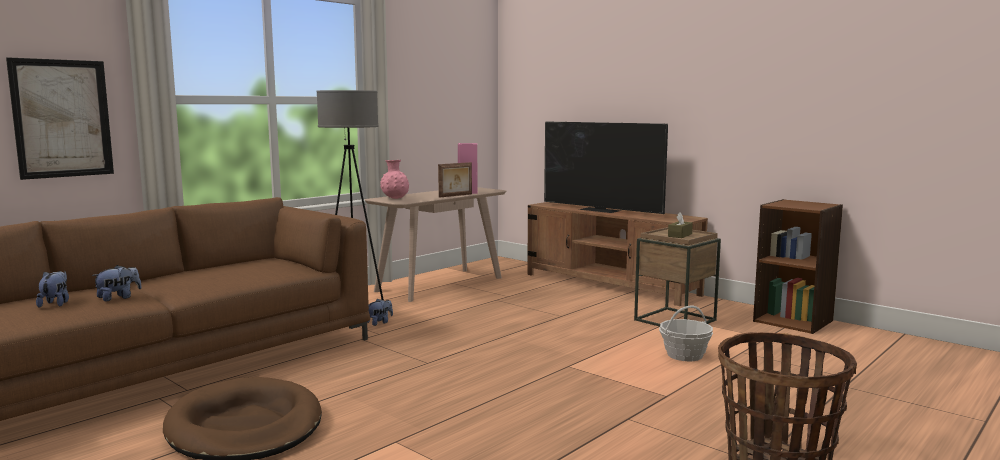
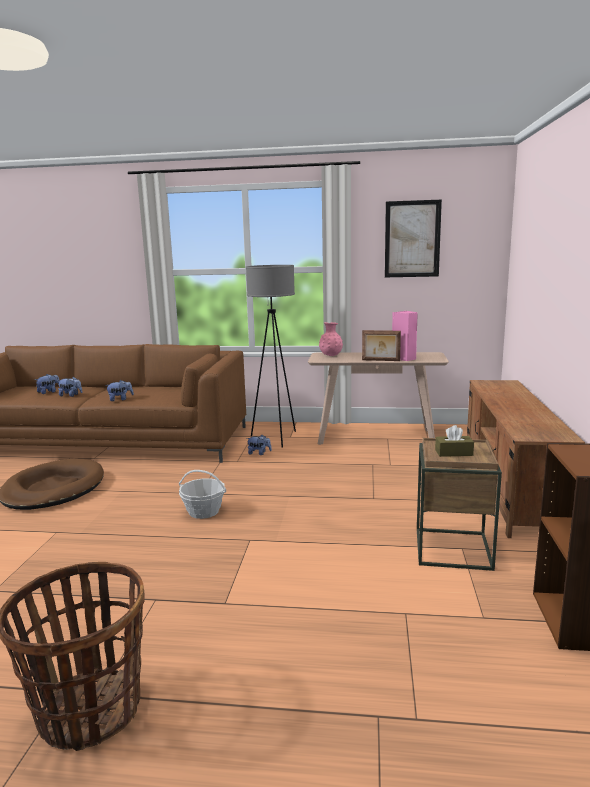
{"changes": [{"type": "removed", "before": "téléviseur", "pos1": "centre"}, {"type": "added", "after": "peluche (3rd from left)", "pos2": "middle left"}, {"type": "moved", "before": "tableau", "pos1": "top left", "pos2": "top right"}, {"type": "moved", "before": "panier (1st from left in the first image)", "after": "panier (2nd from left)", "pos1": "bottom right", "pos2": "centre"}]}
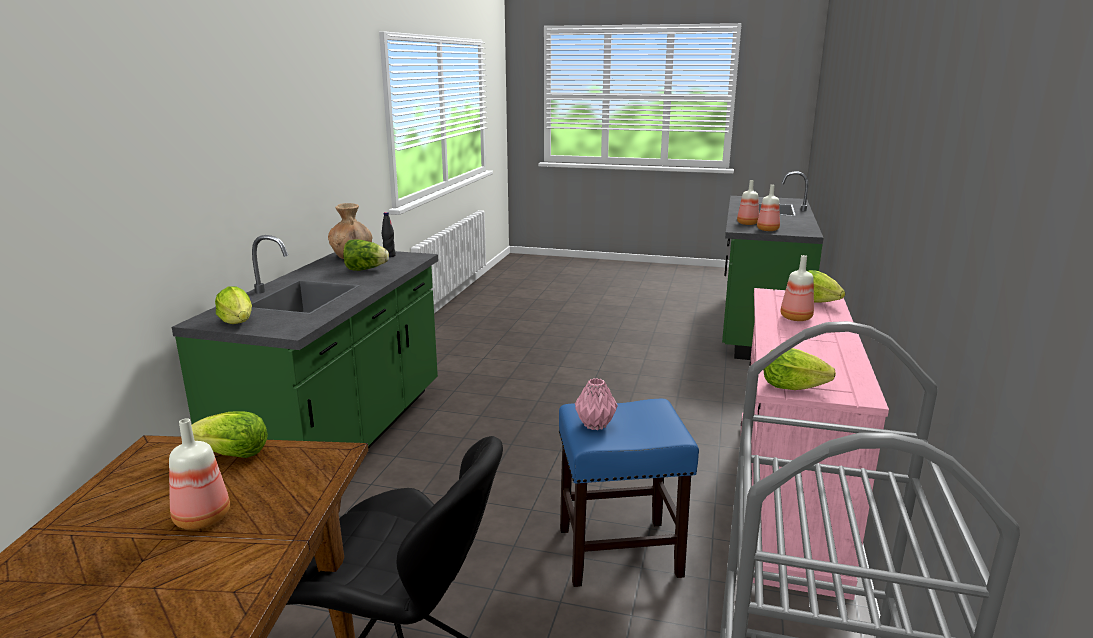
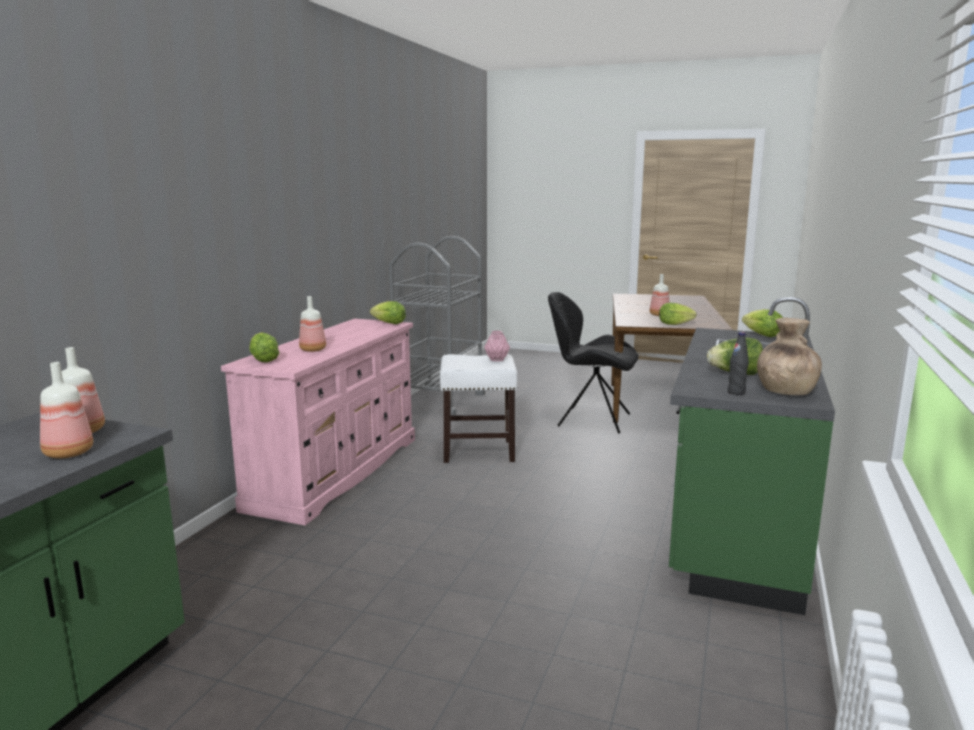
{"changes": [{"type": "recoloured", "before": "tabouret (bleu)", "after": "tabouret (blanc)", "pos1": "bottom centre", "pos2": "centre"}]}
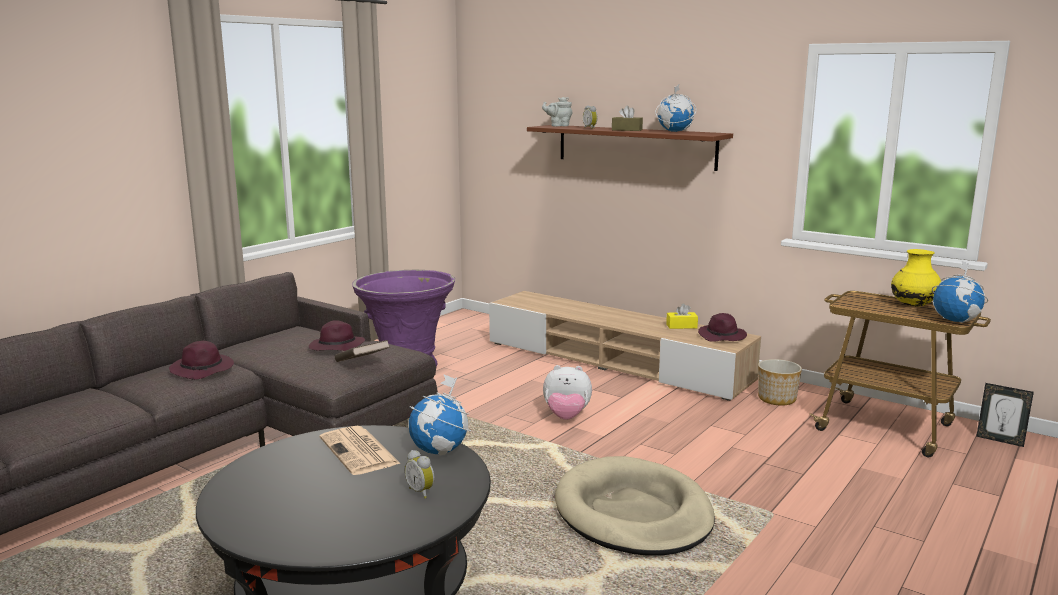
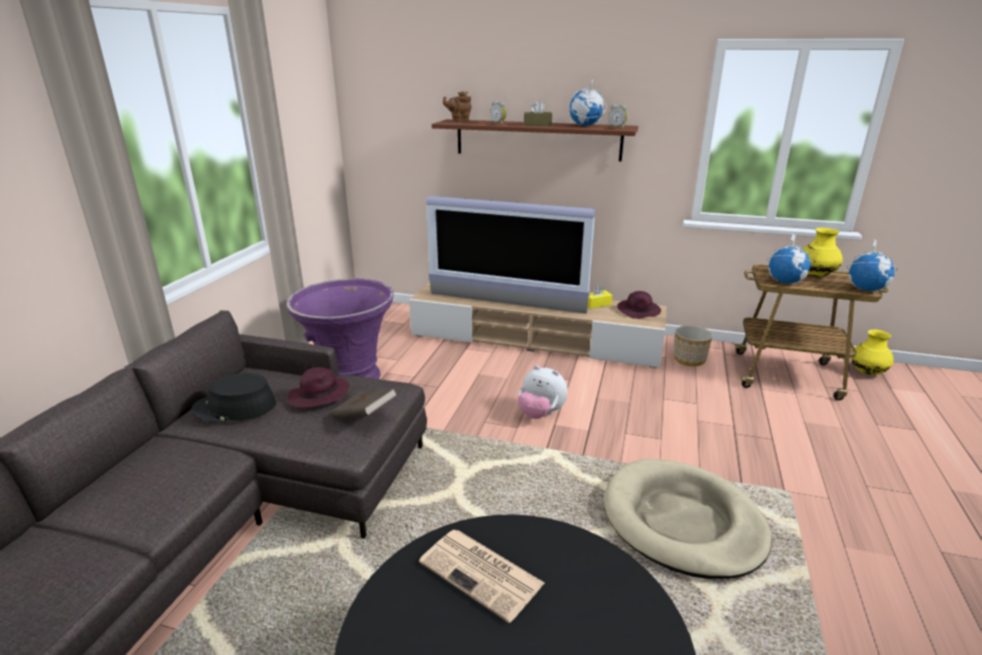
{"changes": [{"type": "removed", "before": "chapeau (violet) (1st from left)", "pos1": "middle left"}, {"type": "added", "after": "chapeau (noir)", "pos2": "middle left"}, {"type": "added", "after": "téléviseur", "pos2": "centre"}, {"type": "moved", "before": "réveil (1st from left in the first image)", "after": "réveil (2nd from left)", "pos1": "bottom centre", "pos2": "top centre"}, {"type": "moved", "before": "globe (1st from left in the first image)", "after": "globe (2nd from left)", "pos1": "bottom centre", "pos2": "middle right"}, {"type": "replaced", "before": "cadre photo", "after": "vase (jaune) (2nd from left)", "pos1": "bottom right", "pos2": "middle right"}, {"type": "recoloured", "before": "théière (gris)", "after": "théière (marron)", "pos1": "top centre", "pos2": "top centre"}, {"type": "turned", "before": "peluche", "pos1": "centre", "pos2": "centre", "turn": 45}]}
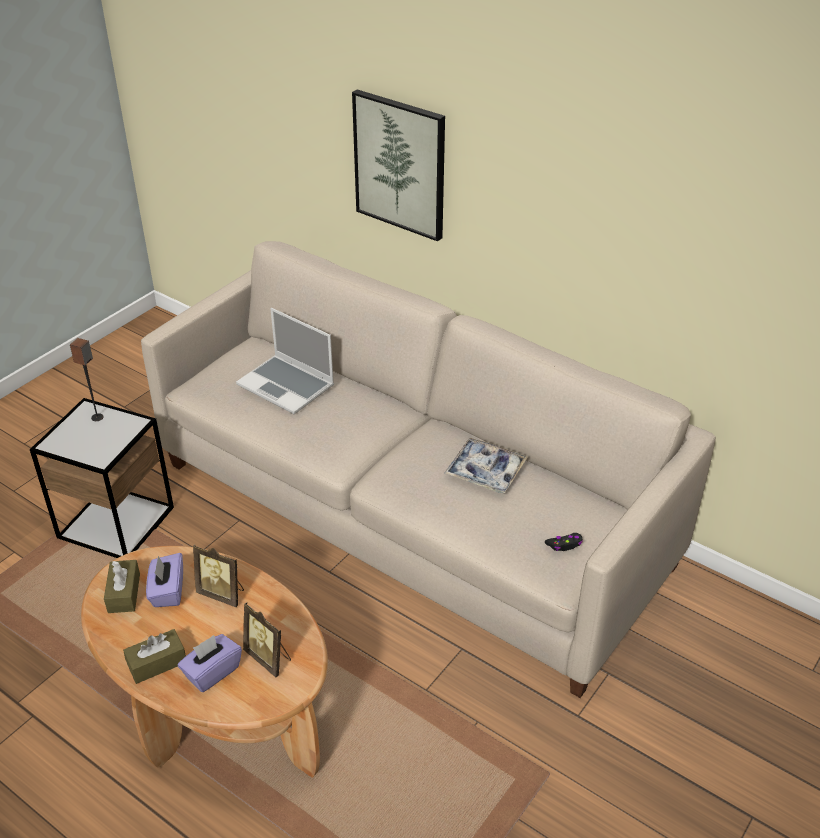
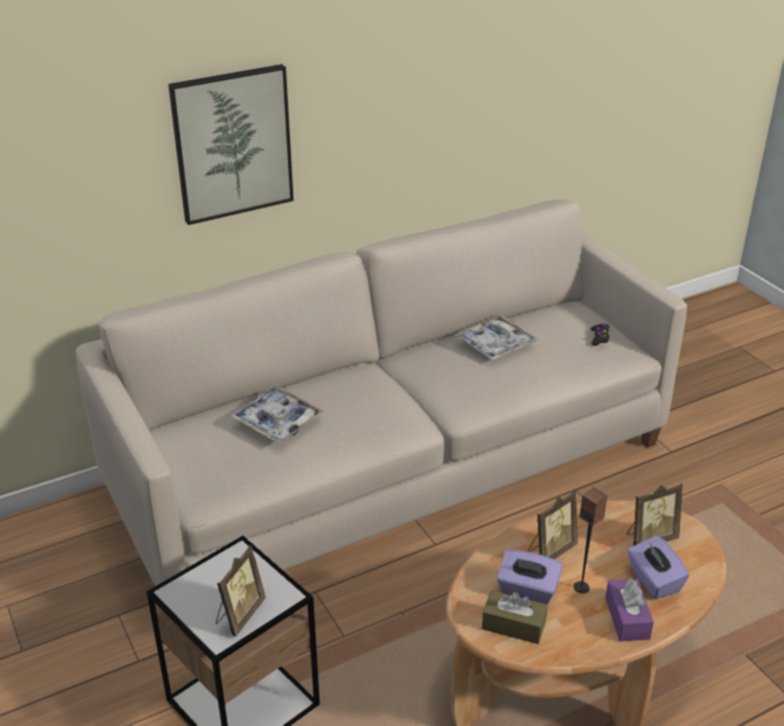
{"changes": [{"type": "added", "after": "cadre photo (1st from left)", "pos2": "bottom left"}, {"type": "moved", "before": "enceinte", "pos1": "middle left", "pos2": "bottom right"}, {"type": "replaced", "before": "ordinateur portable", "after": "plateau (1st from left)", "pos1": "centre", "pos2": "centre"}, {"type": "recoloured", "before": "boîte à mouchoirs (marron) (2nd from left)", "after": "boîte à mouchoirs (violet) (2nd from left)", "pos1": "bottom left", "pos2": "bottom right"}]}
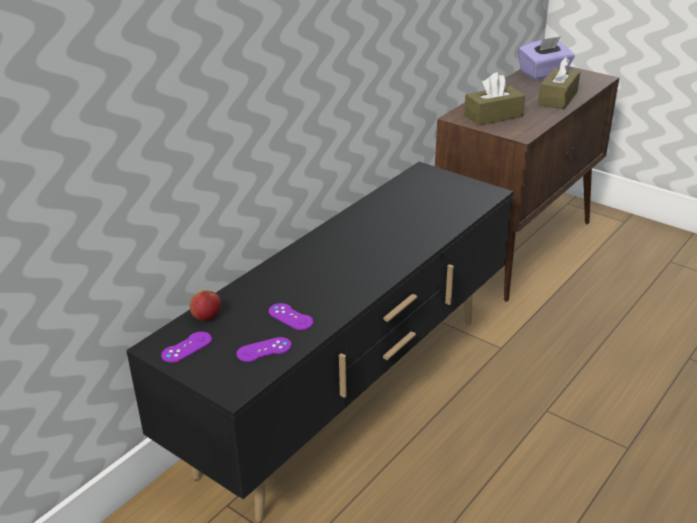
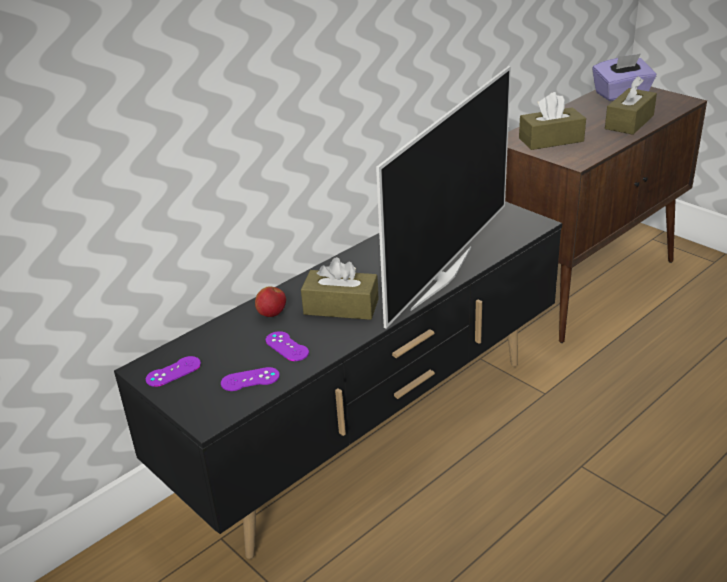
{"changes": [{"type": "added", "after": "boîte à mouchoirs (marron) (1st from left)", "pos2": "centre"}, {"type": "added", "after": "téléviseur", "pos2": "centre"}, {"type": "moved", "before": "pomme", "pos1": "middle left", "pos2": "centre"}]}
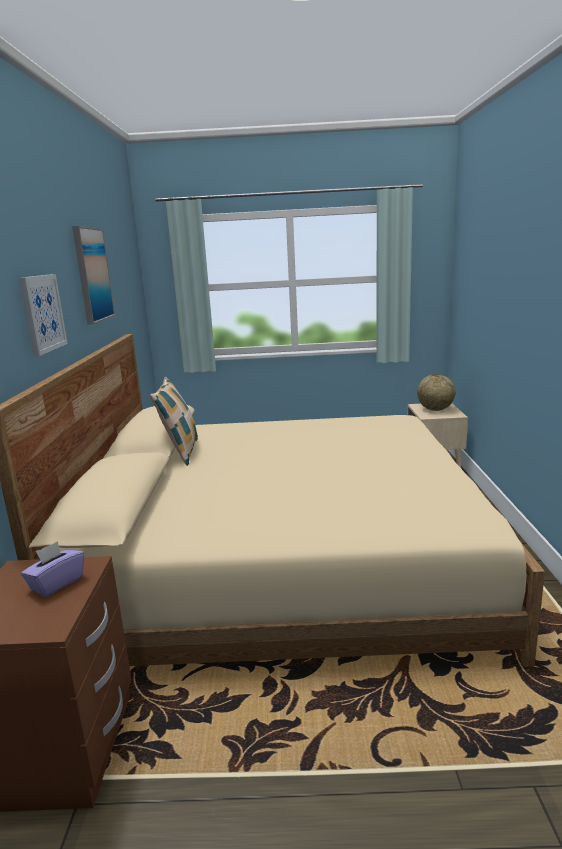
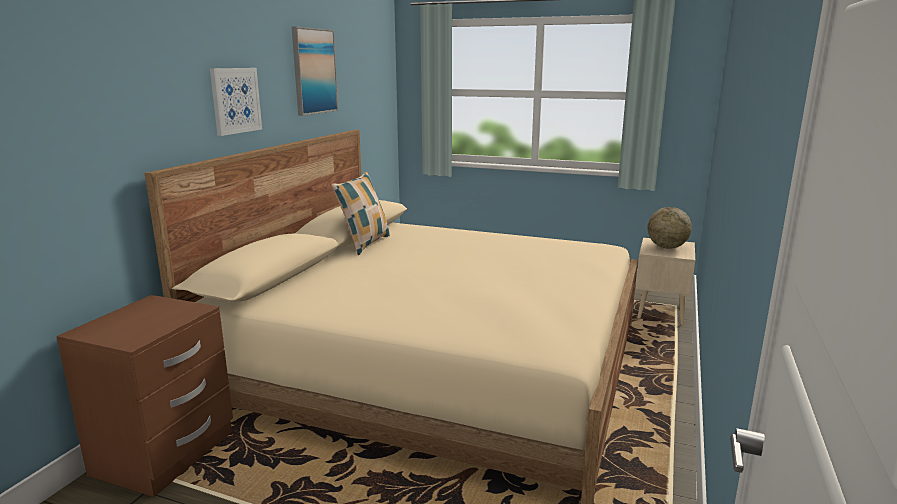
{"changes": [{"type": "removed", "before": "boîte à mouchoirs (violet)", "pos1": "bottom left"}]}
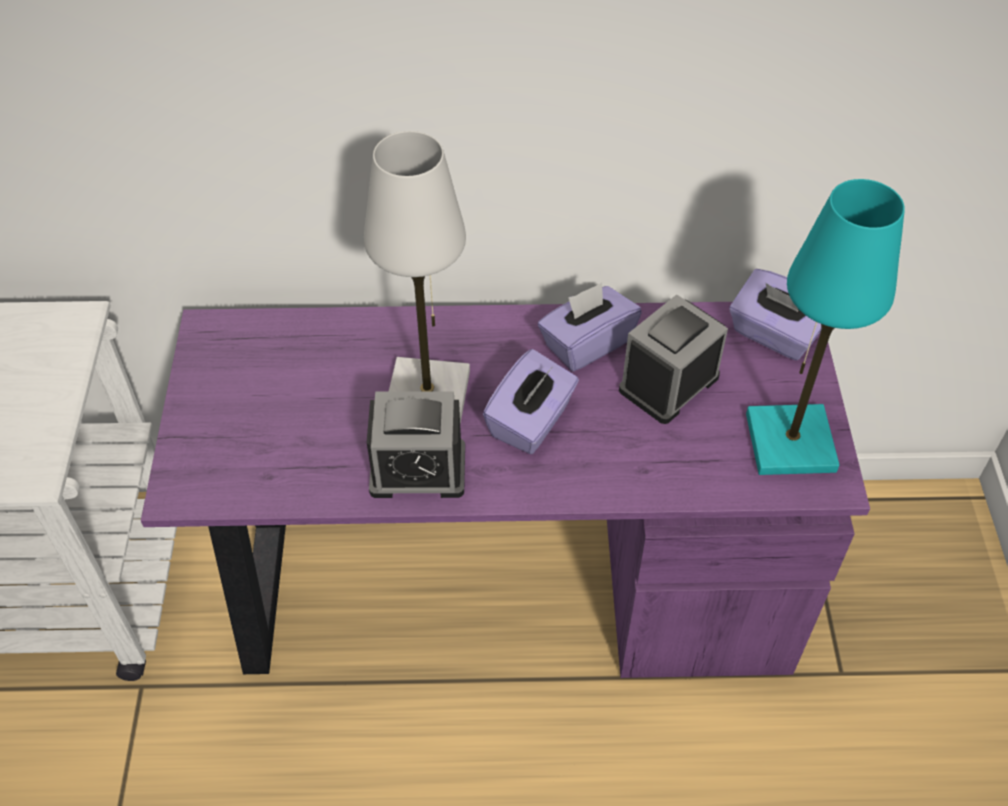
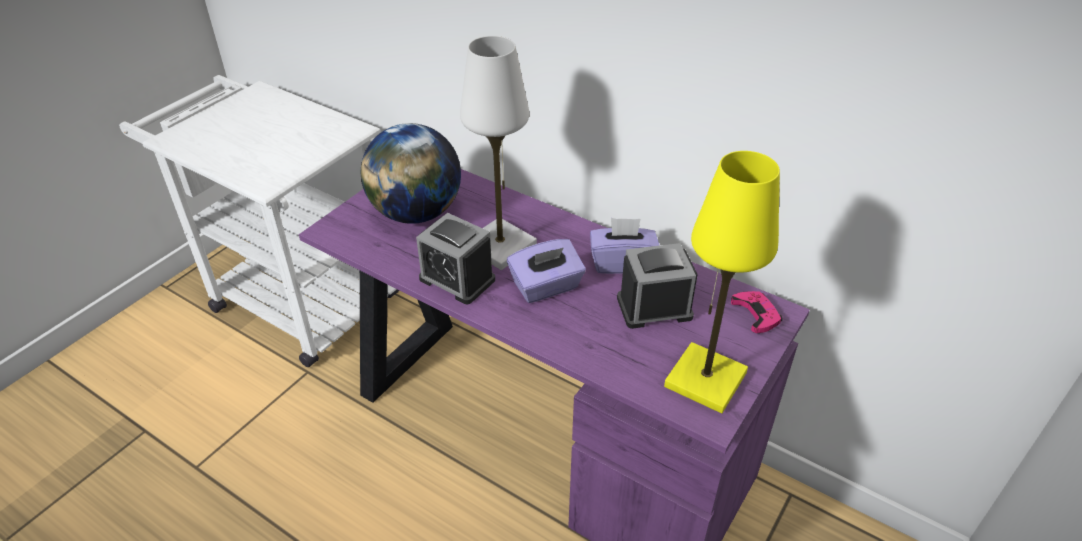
{"changes": [{"type": "added", "after": "globe", "pos2": "top centre"}, {"type": "replaced", "before": "boîte à mouchoirs (violet) (3rd from left)", "after": "manette (rose)", "pos1": "middle right", "pos2": "middle right"}, {"type": "recoloured", "before": "lampe de table (turquoise)", "after": "lampe de table (jaune)", "pos1": "middle right", "pos2": "middle right"}]}
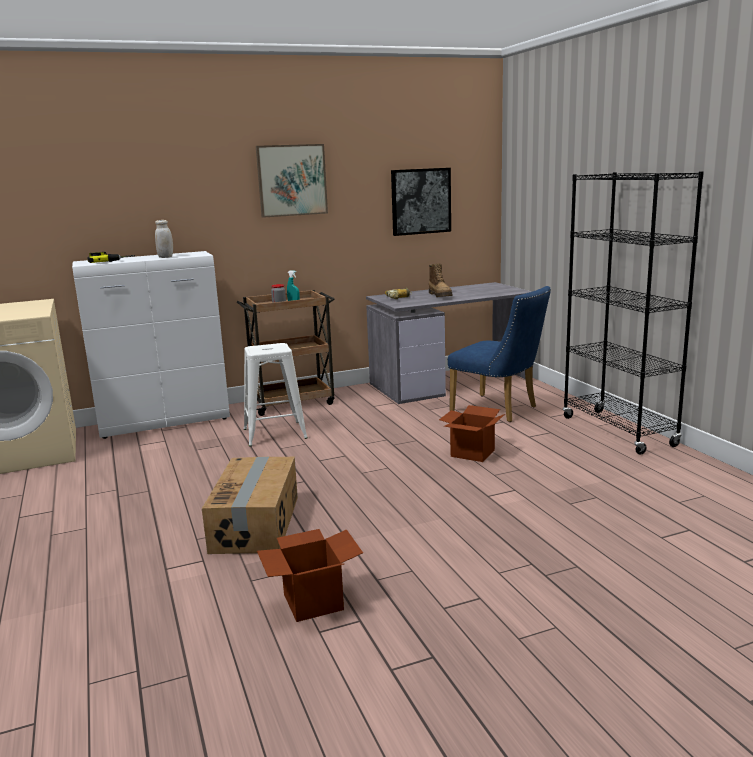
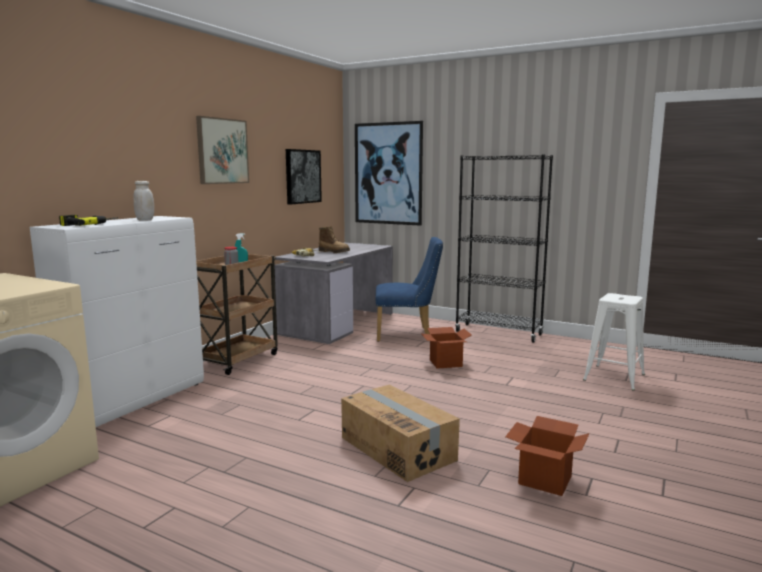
{"changes": [{"type": "added", "after": "tableau (3rd from left)", "pos2": "top centre"}, {"type": "moved", "before": "tabouret (blanc)", "pos1": "centre", "pos2": "middle right"}]}
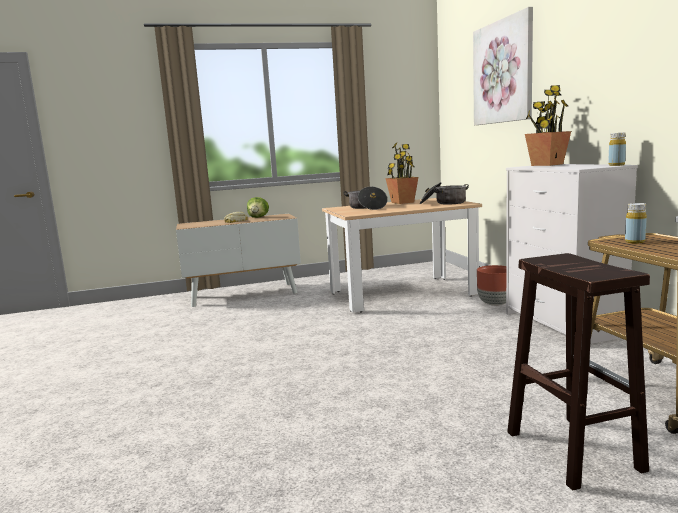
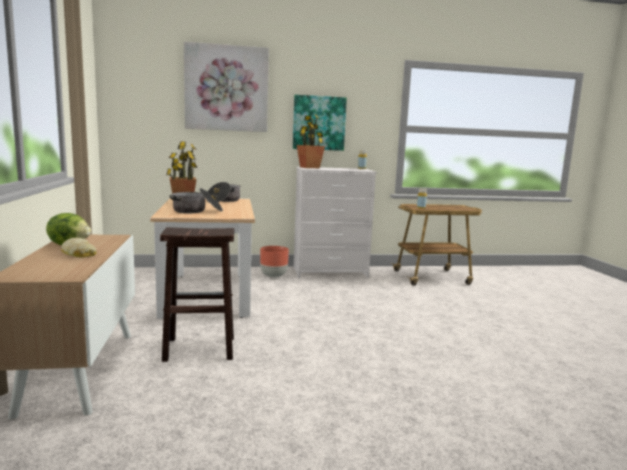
{"changes": [{"type": "added", "after": "tableau (2nd from left)", "pos2": "top centre"}, {"type": "moved", "before": "tabouret (marron)", "pos1": "bottom right", "pos2": "middle left"}]}
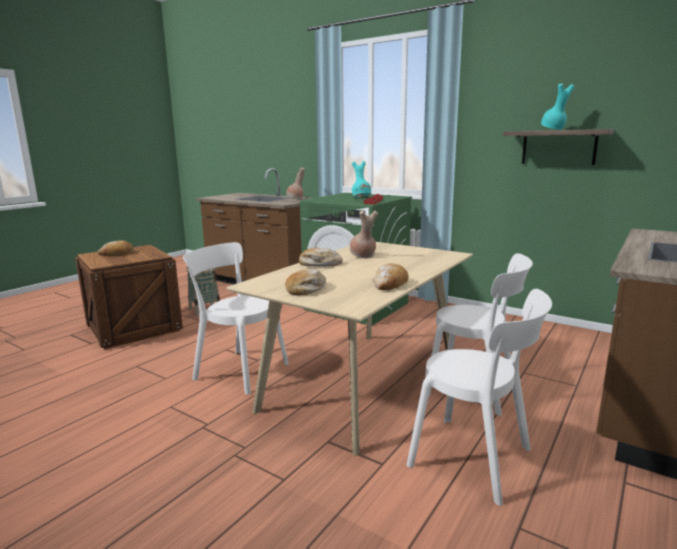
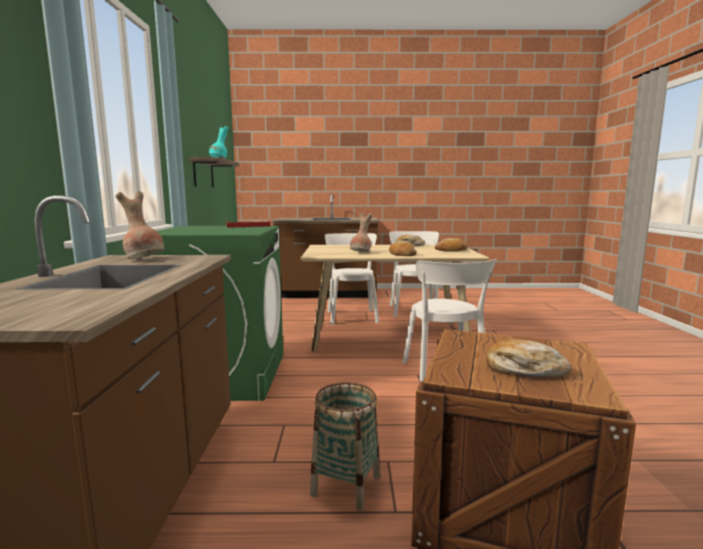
{"changes": [{"type": "removed", "before": "vase (turquoise) (1st from left)", "pos1": "top centre"}]}
